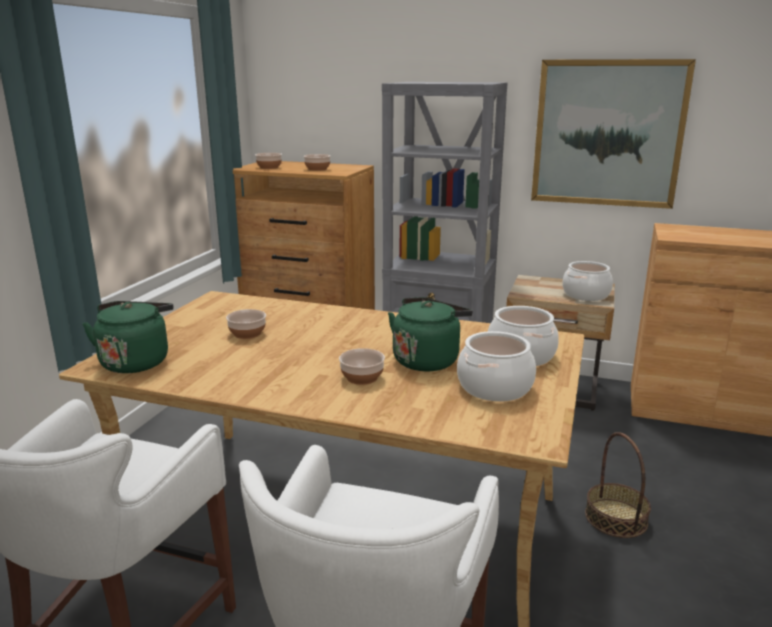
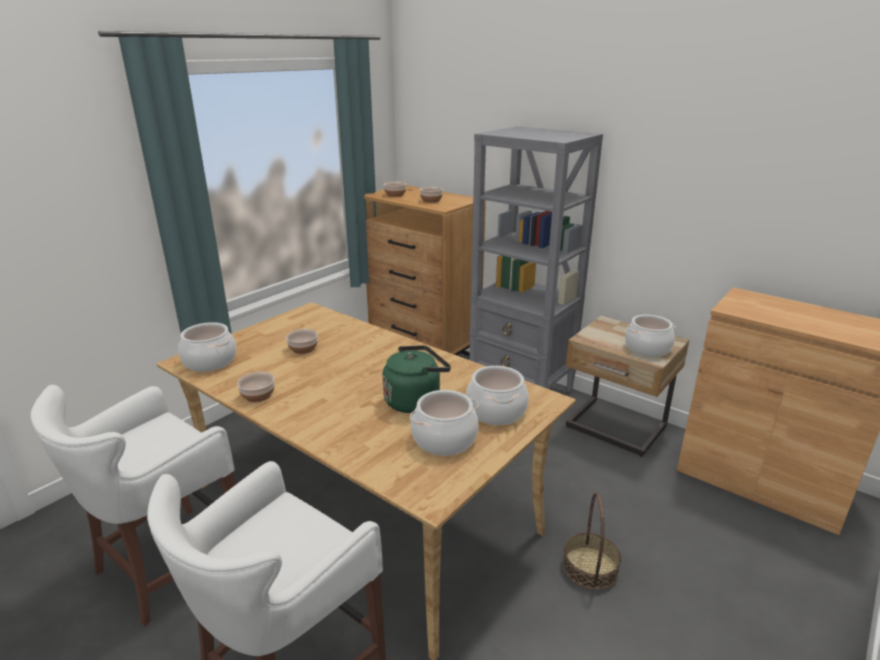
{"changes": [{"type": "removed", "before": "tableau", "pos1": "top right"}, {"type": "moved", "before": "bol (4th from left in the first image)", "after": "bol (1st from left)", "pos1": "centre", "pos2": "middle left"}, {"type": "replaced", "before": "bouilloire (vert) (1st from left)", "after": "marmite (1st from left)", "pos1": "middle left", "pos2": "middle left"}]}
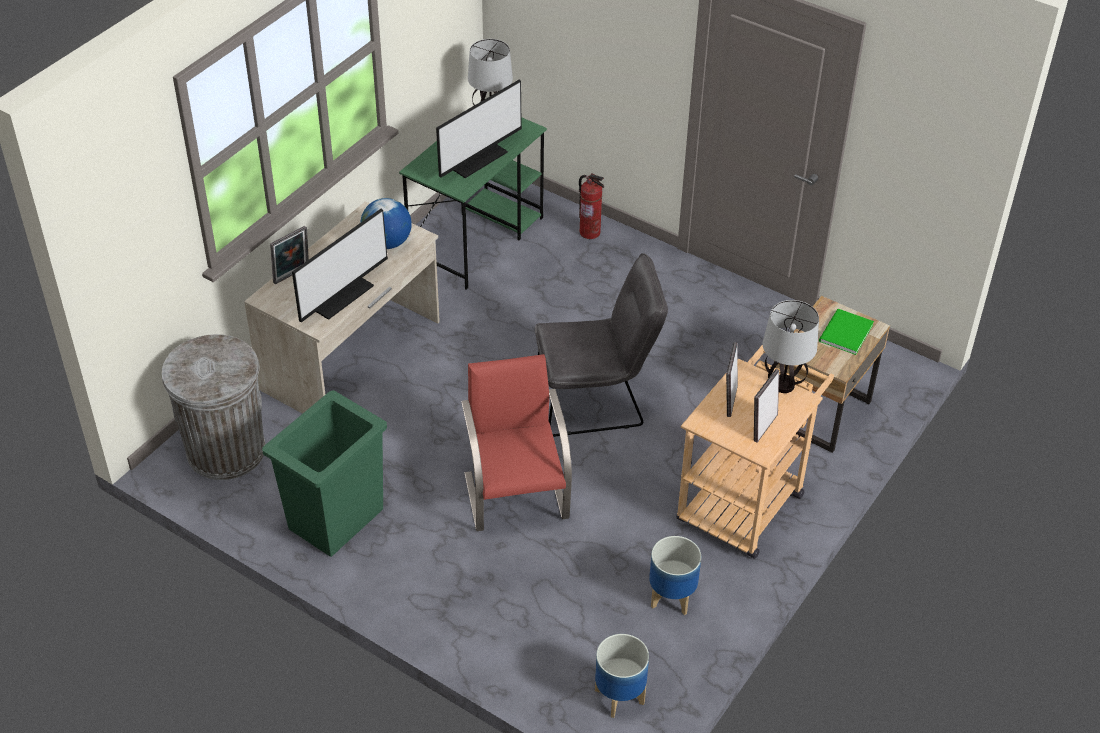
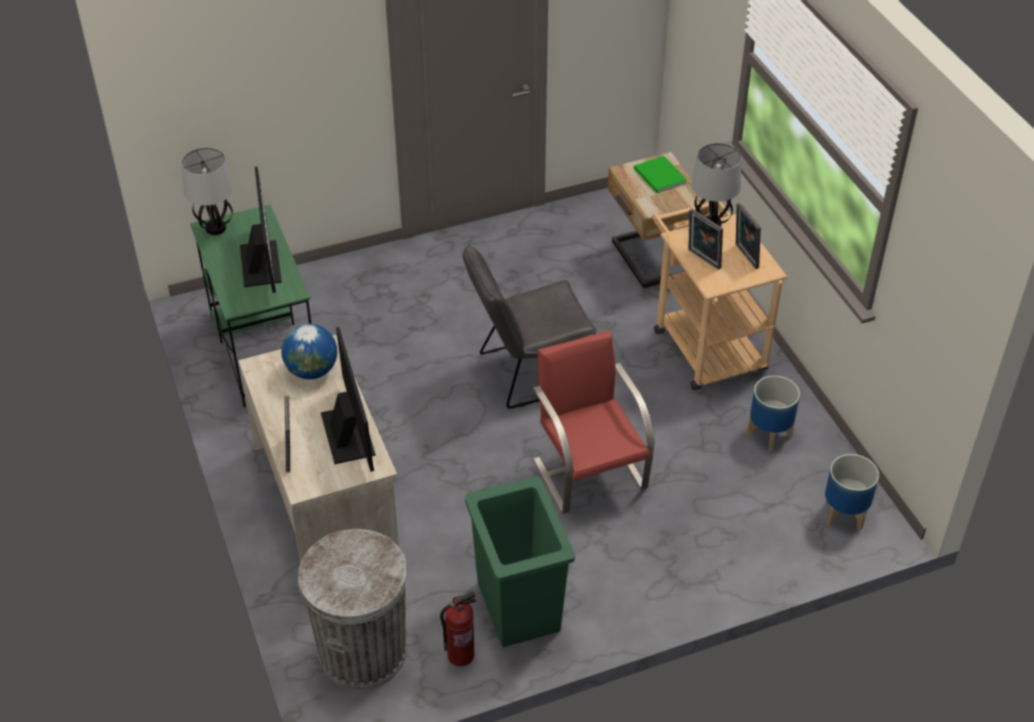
{"changes": [{"type": "moved", "before": "extincteur", "pos1": "top centre", "pos2": "bottom centre"}, {"type": "turned", "before": "chaise (rouge)", "pos1": "centre", "pos2": "centre", "turn": 45}, {"type": "turned", "before": "chaise (gris)", "pos1": "centre", "pos2": "centre", "turn": -135}]}
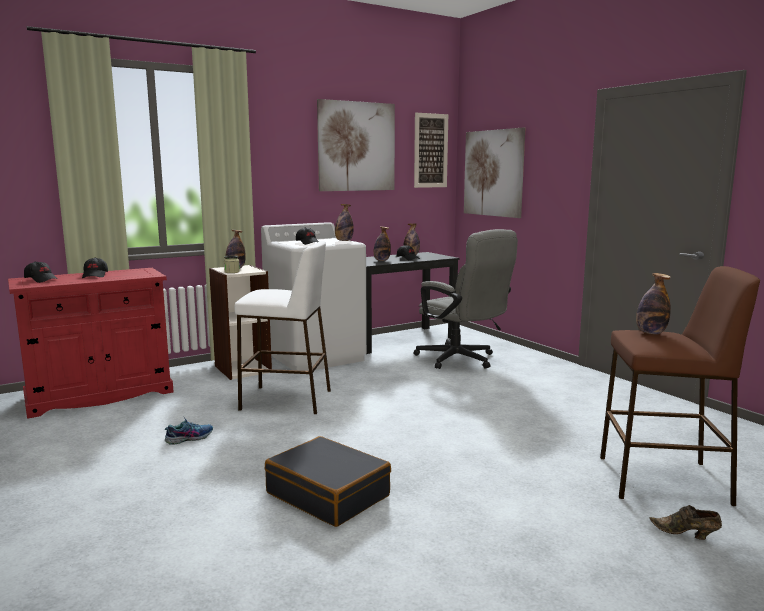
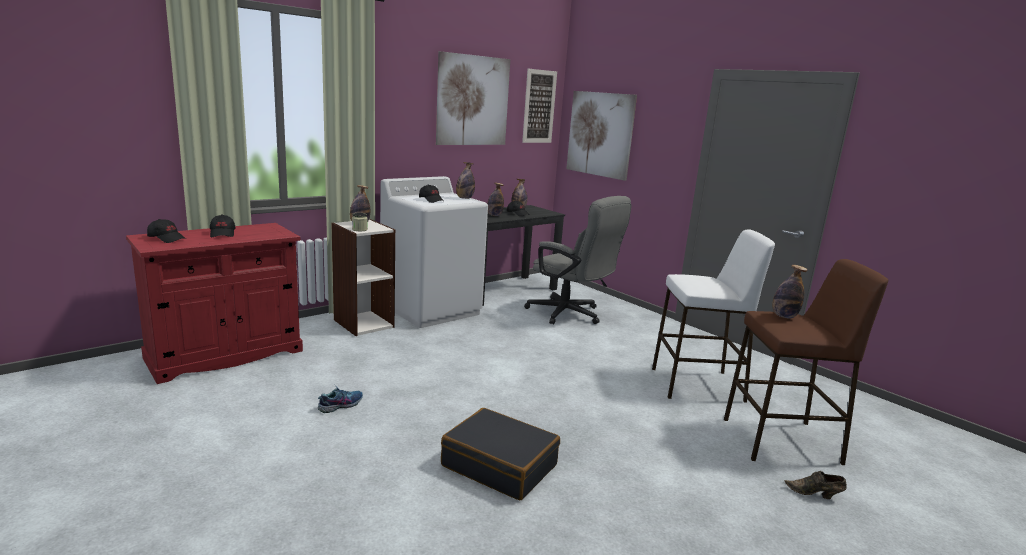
{"changes": [{"type": "moved", "before": "tabouret (blanc)", "pos1": "centre", "pos2": "middle right"}]}
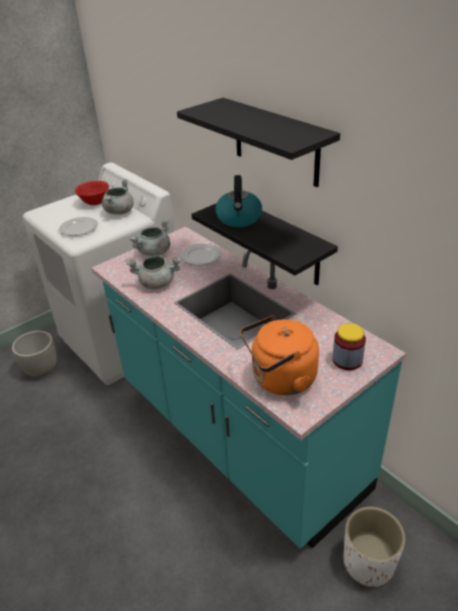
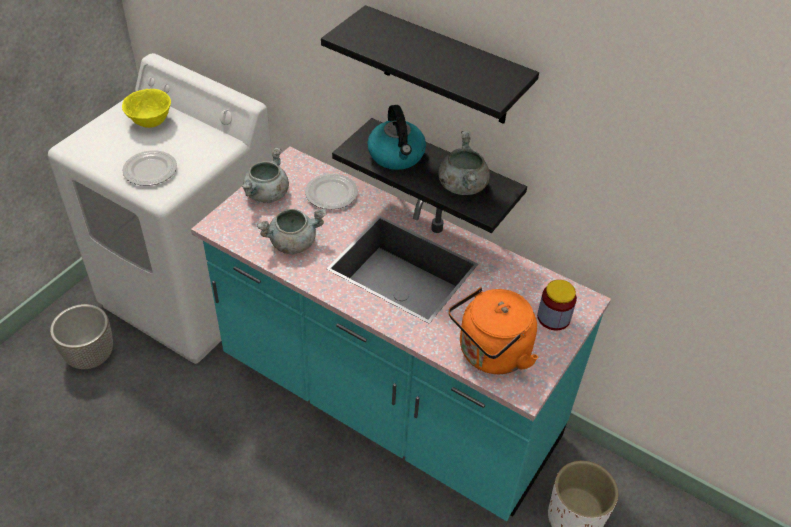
{"changes": [{"type": "moved", "before": "marmite (gris) (1st from left in the first image)", "after": "marmite (gris) (3rd from left)", "pos1": "top left", "pos2": "top centre"}, {"type": "recoloured", "before": "bol (rouge)", "after": "bol (jaune)", "pos1": "top left", "pos2": "top left"}]}
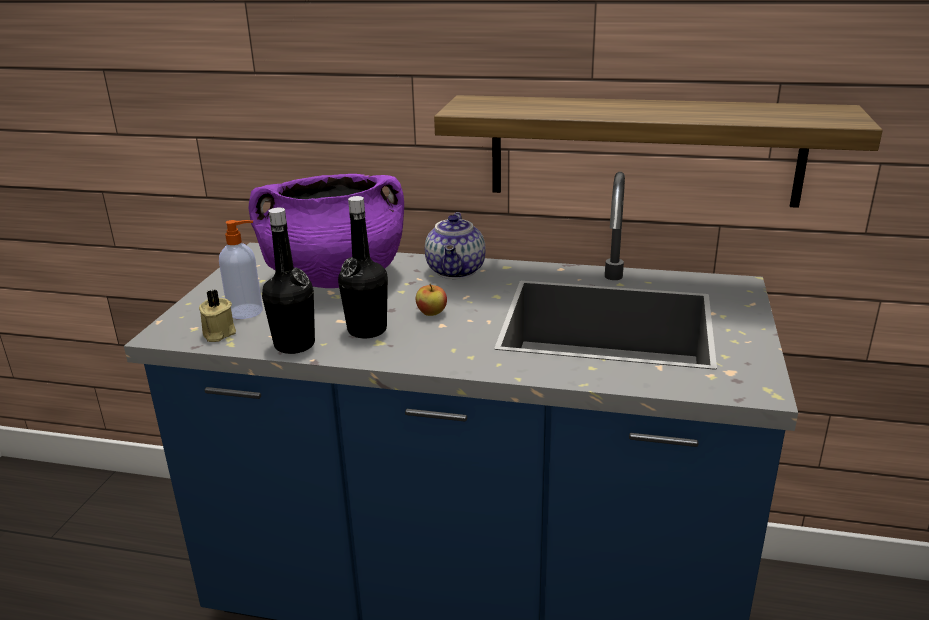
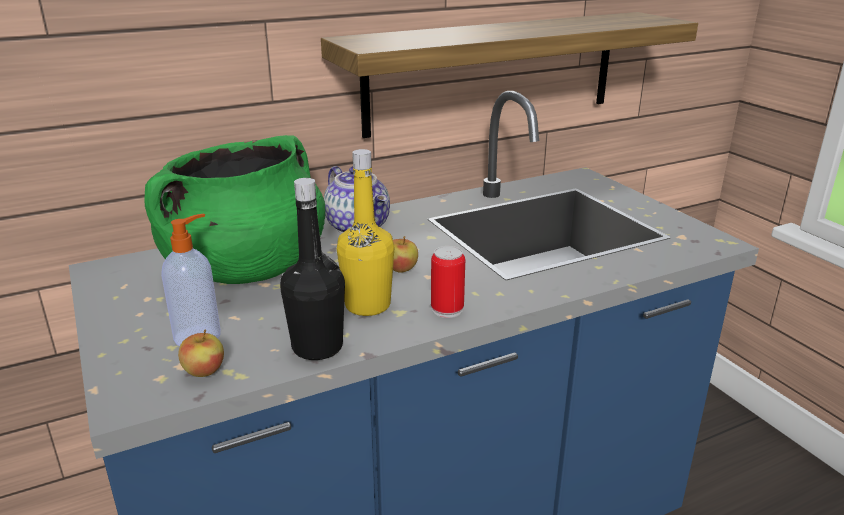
{"changes": [{"type": "added", "after": "boîte métallique", "pos2": "centre"}, {"type": "replaced", "before": "bougie (beige)", "after": "pomme (1st from left)", "pos1": "middle left", "pos2": "bottom left"}, {"type": "recoloured", "before": "marmite (violet)", "after": "marmite (vert)", "pos1": "centre", "pos2": "middle left"}, {"type": "recoloured", "before": "bouteille (noir) (2nd from left)", "after": "bouteille (jaune)", "pos1": "centre", "pos2": "centre"}]}
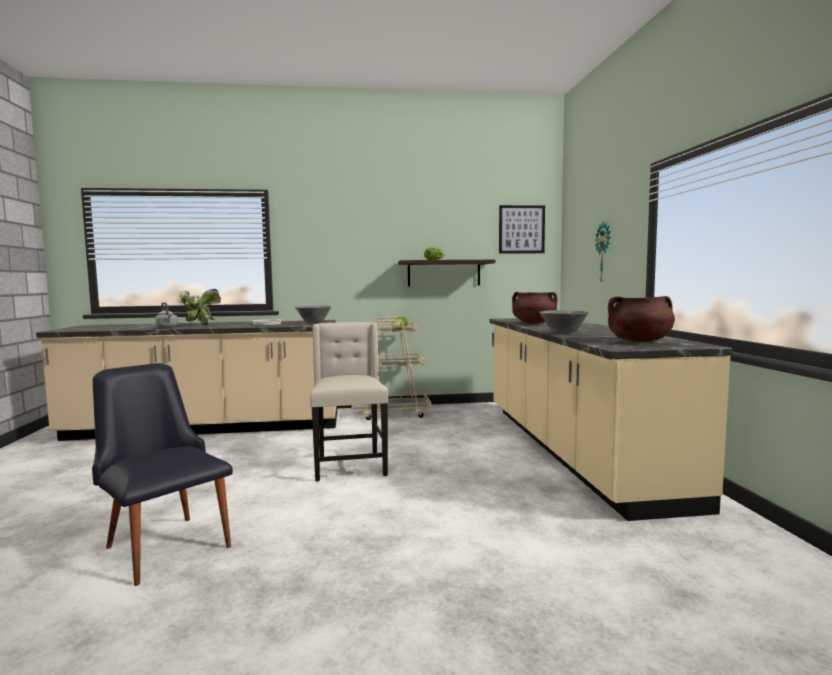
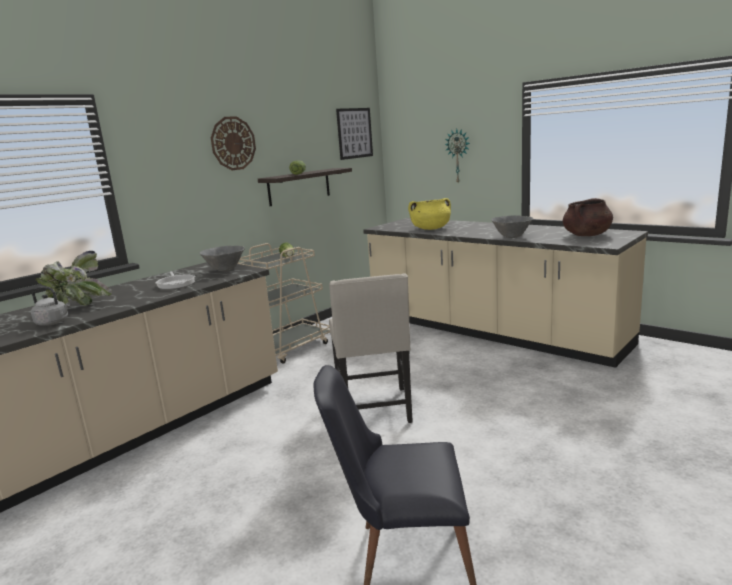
{"changes": [{"type": "added", "after": "horloge murale (1st from left)", "pos2": "top left"}, {"type": "recoloured", "before": "marmite (marron) (1st from left)", "after": "marmite (jaune)", "pos1": "centre", "pos2": "centre"}, {"type": "turned", "before": "chaise (beige)", "pos1": "centre", "pos2": "centre", "turn": -135}]}
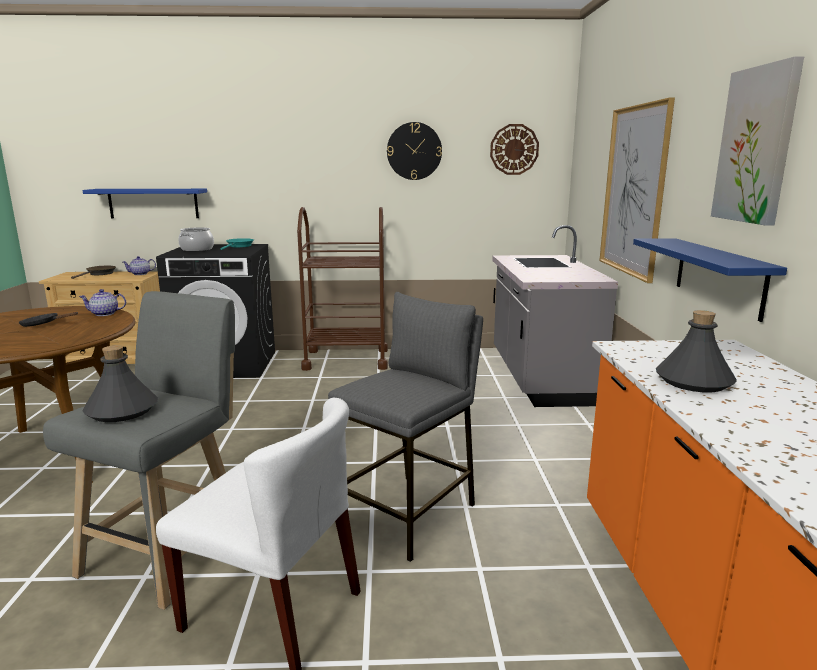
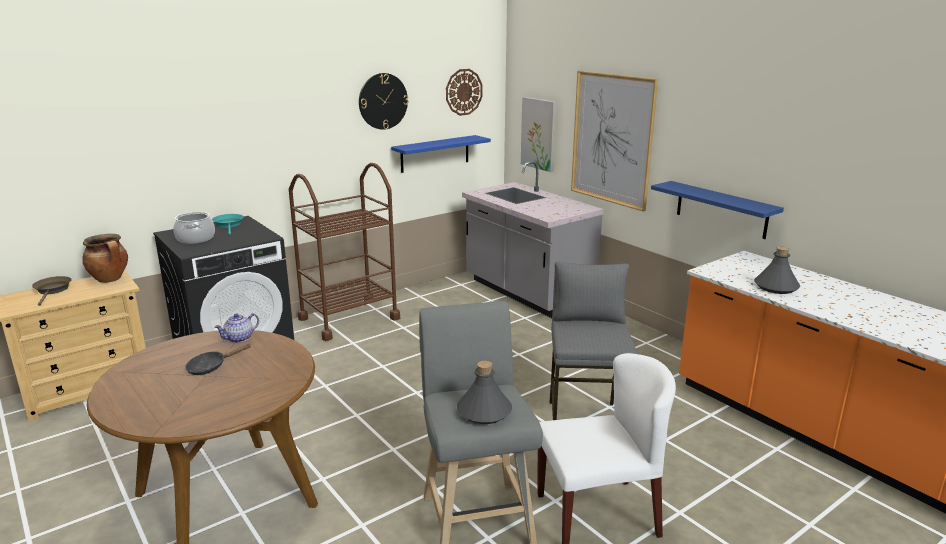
{"changes": [{"type": "moved", "before": "étagère (bleu) (1st from left)", "pos1": "top left", "pos2": "top centre"}, {"type": "moved", "before": "tableau (2nd from left in the first image)", "after": "tableau (1st from left)", "pos1": "top right", "pos2": "top centre"}, {"type": "replaced", "before": "théière (2nd from left)", "after": "marmite (1st from left)", "pos1": "middle left", "pos2": "middle left"}]}
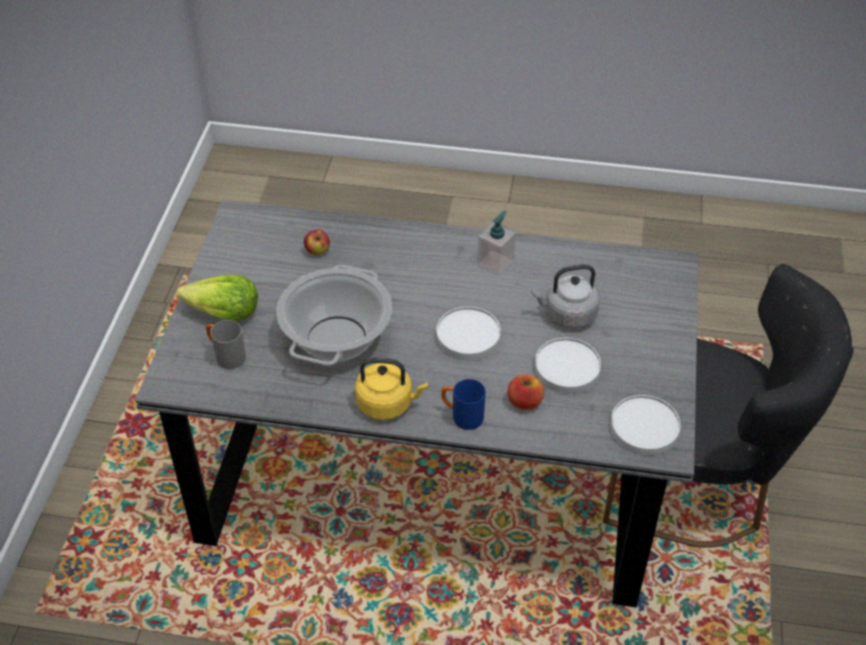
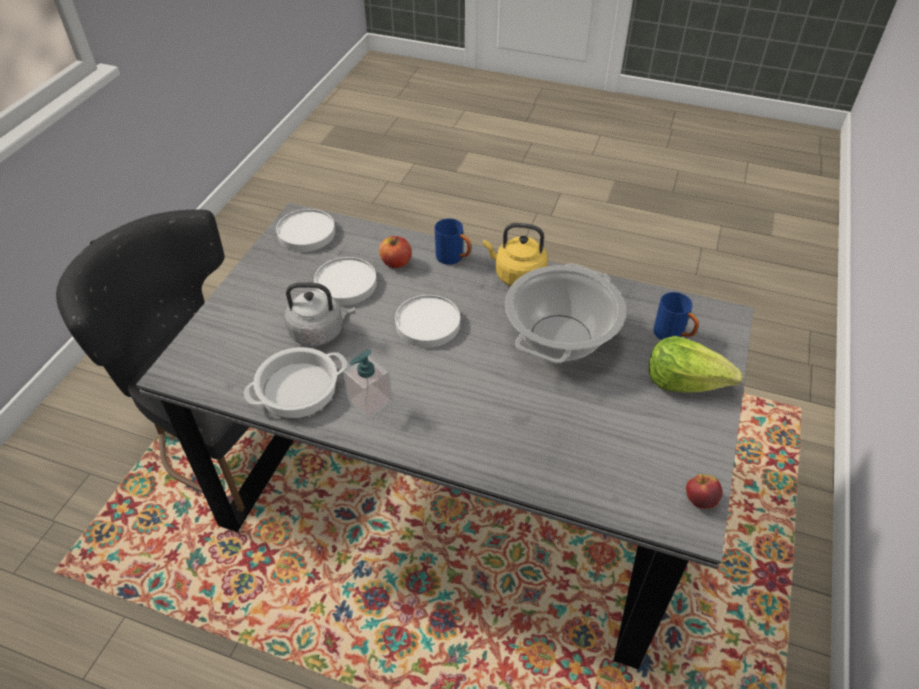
{"changes": [{"type": "added", "after": "marmite (1st from left)", "pos2": "middle left"}, {"type": "moved", "before": "pomme (1st from left in the first image)", "after": "pomme (2nd from left)", "pos1": "centre", "pos2": "bottom right"}, {"type": "recoloured", "before": "mug (gris)", "after": "mug (bleu) (2nd from left)", "pos1": "middle left", "pos2": "middle right"}]}
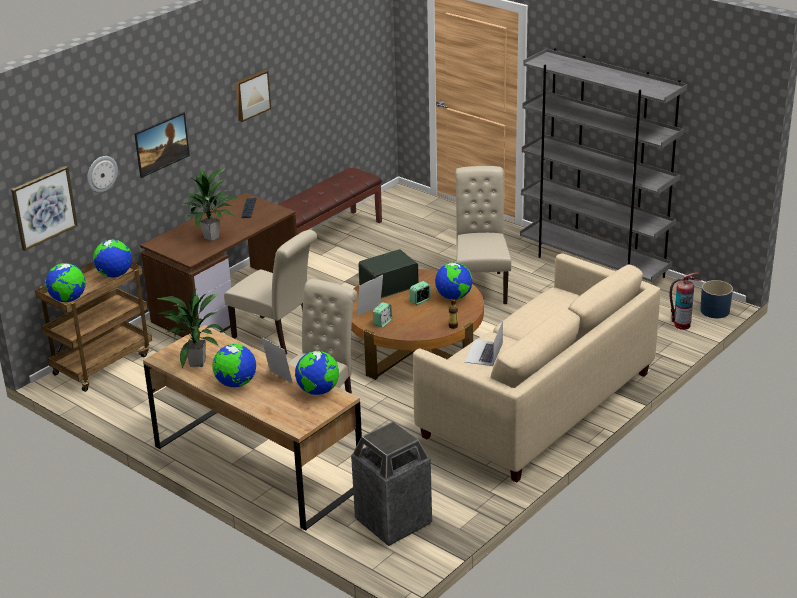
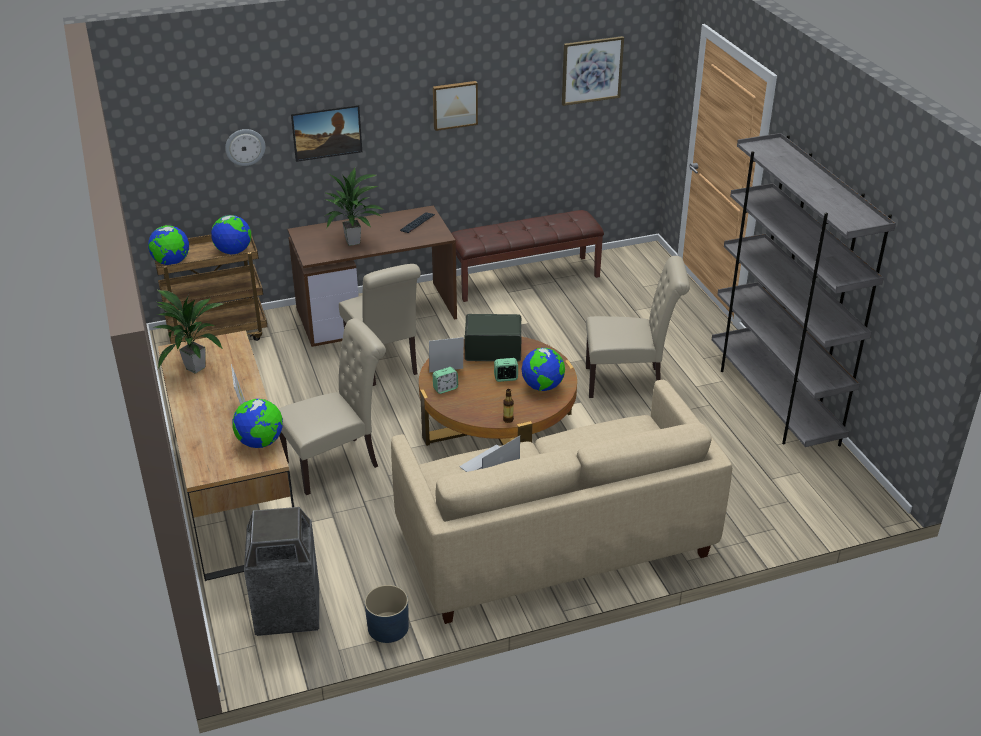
{"changes": [{"type": "removed", "before": "globe (3rd from left)", "pos1": "middle left"}, {"type": "removed", "before": "extincteur", "pos1": "middle right"}, {"type": "moved", "before": "tableau (1st from left in the first image)", "after": "tableau (3rd from left)", "pos1": "middle left", "pos2": "top centre"}, {"type": "moved", "before": "cache-pot (bleu)", "pos1": "middle right", "pos2": "bottom centre"}, {"type": "turned", "before": "chaise (beige) (3rd from left)", "pos1": "centre", "pos2": "centre", "turn": 60}]}
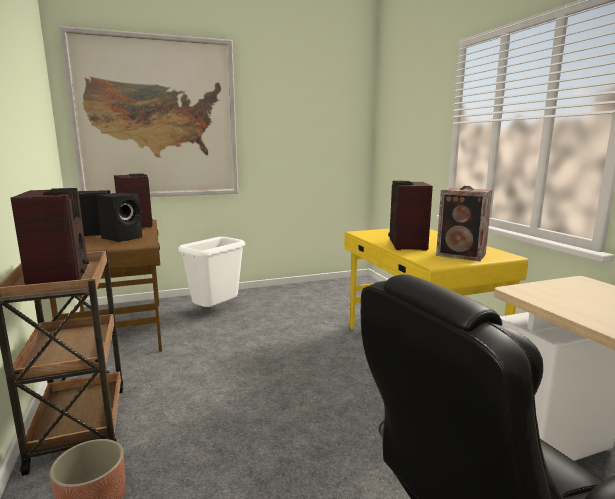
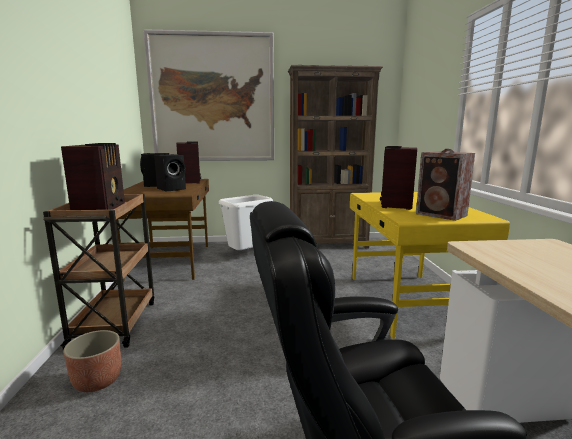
{"changes": [{"type": "added", "after": "bibliothèque (marron)", "pos2": "centre"}]}
